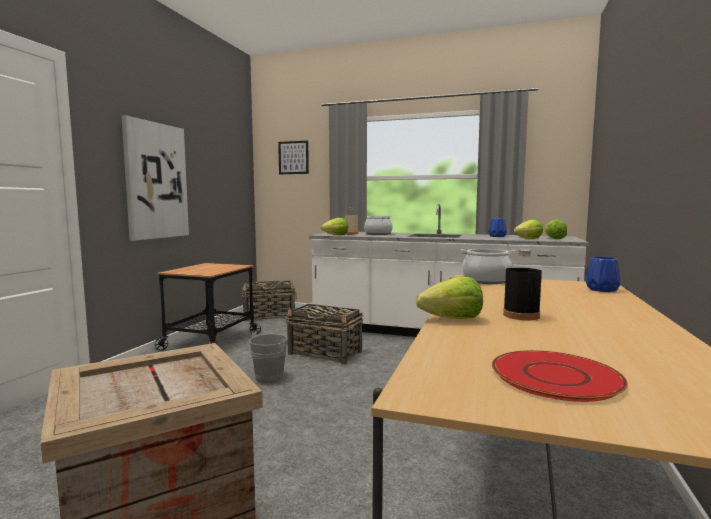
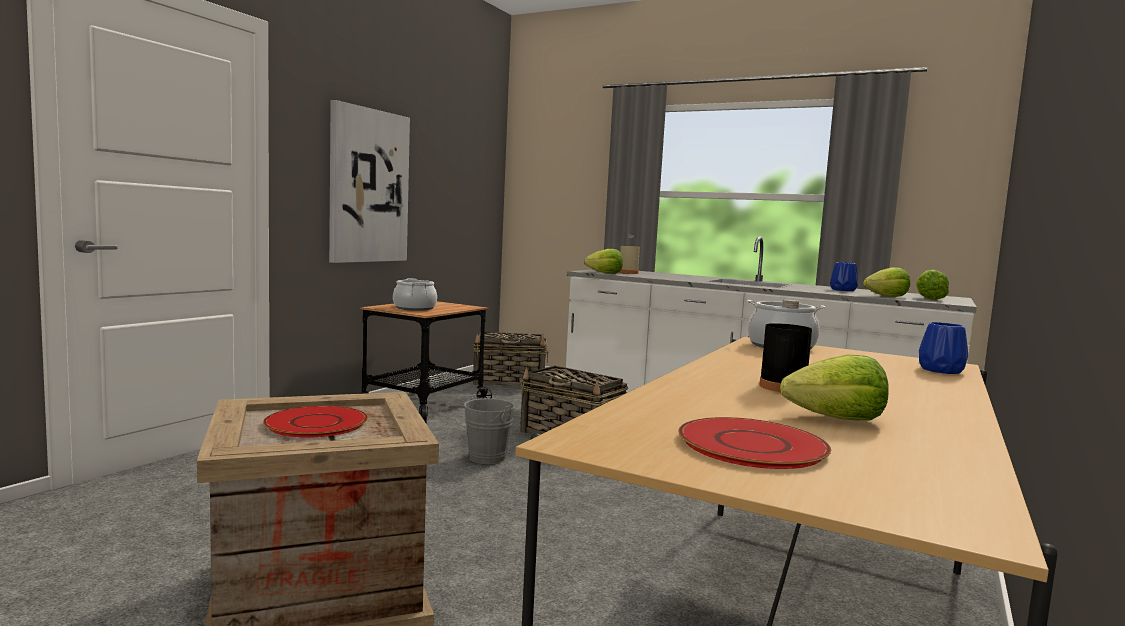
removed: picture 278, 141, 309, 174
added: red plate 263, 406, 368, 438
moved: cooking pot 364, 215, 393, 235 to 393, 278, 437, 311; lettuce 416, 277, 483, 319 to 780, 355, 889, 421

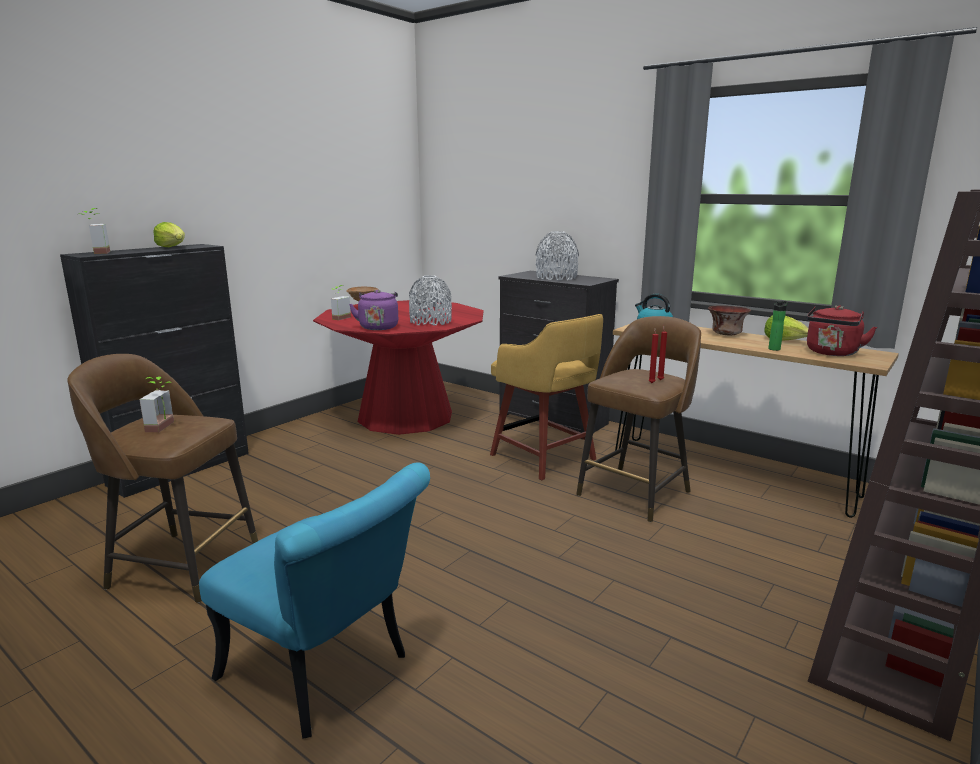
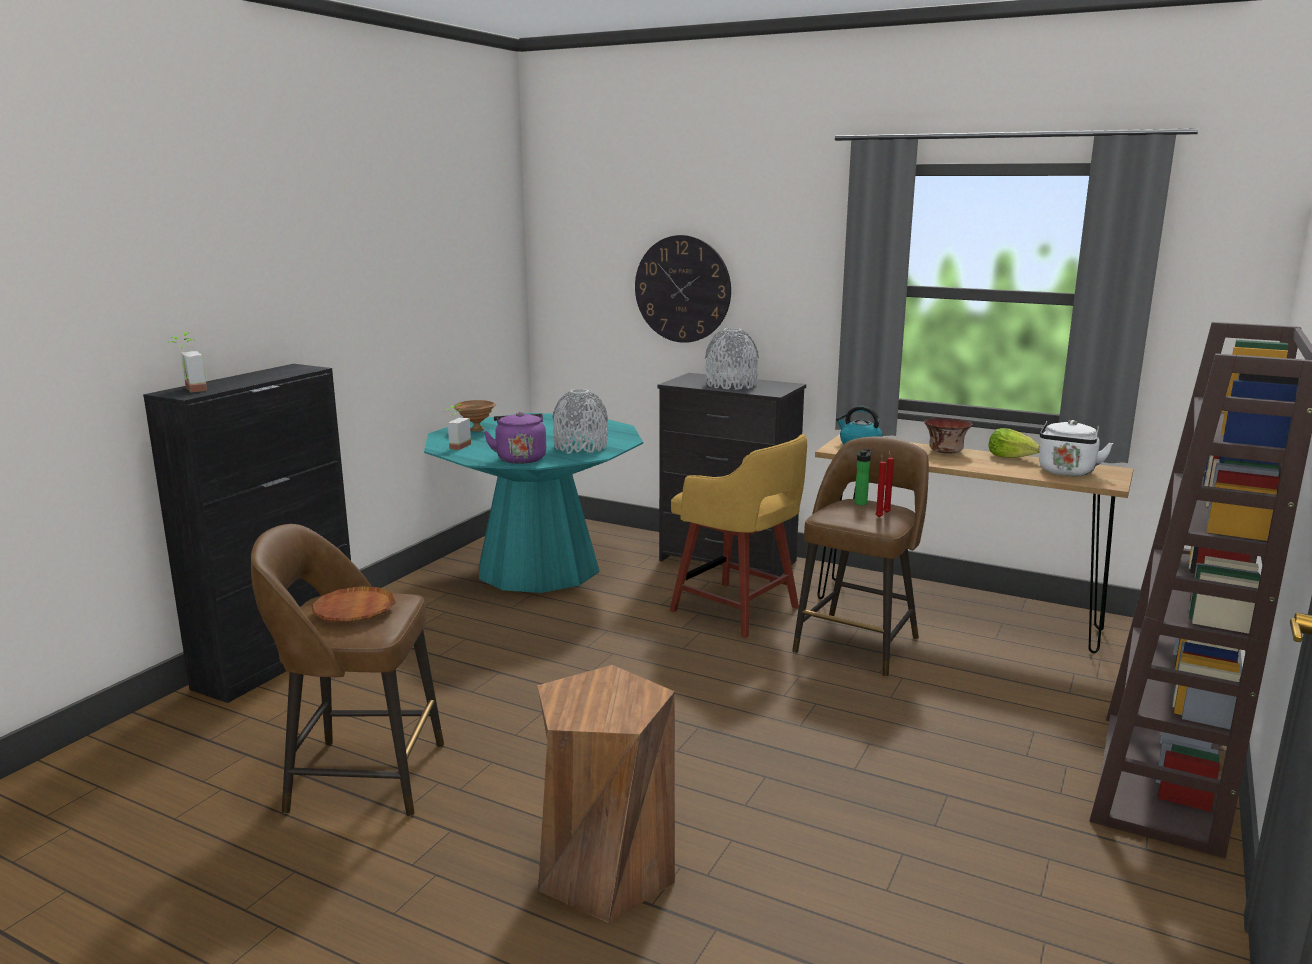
removed: lettuce 153, 222, 185, 247
added: wall clock 635, 235, 731, 343
moved: bottle 768, 301, 788, 351 to 854, 449, 872, 505
replaced: potted plant 139, 377, 174, 432 to brown plate 312, 586, 396, 622; turquoise chair 199, 463, 430, 739 to brown stool 537, 665, 675, 923
recoloured: red dining table 313, 300, 484, 435 to turquoise dining table 424, 413, 643, 593; red kettle 806, 305, 877, 356 to white kettle 1039, 420, 1113, 476

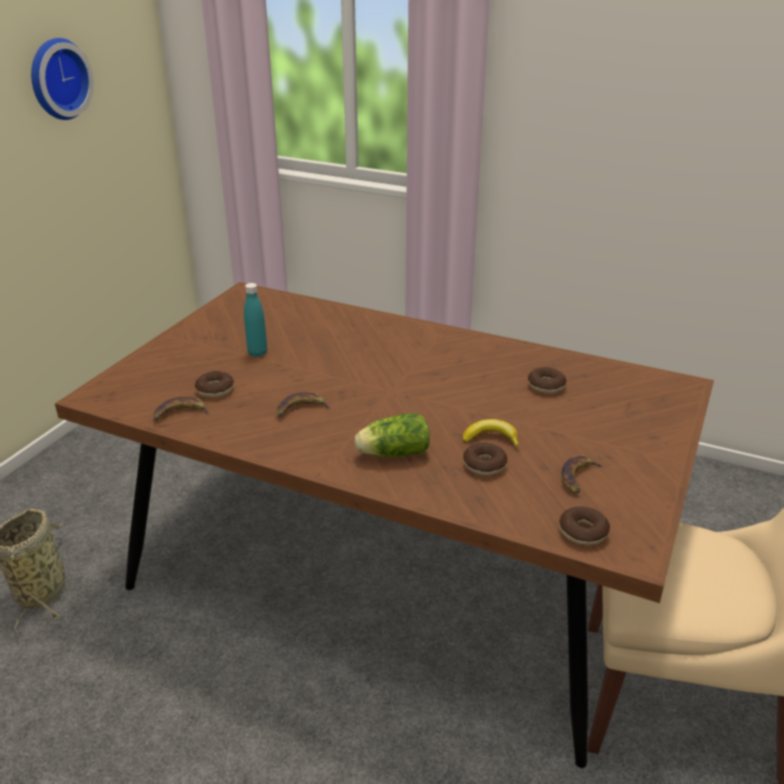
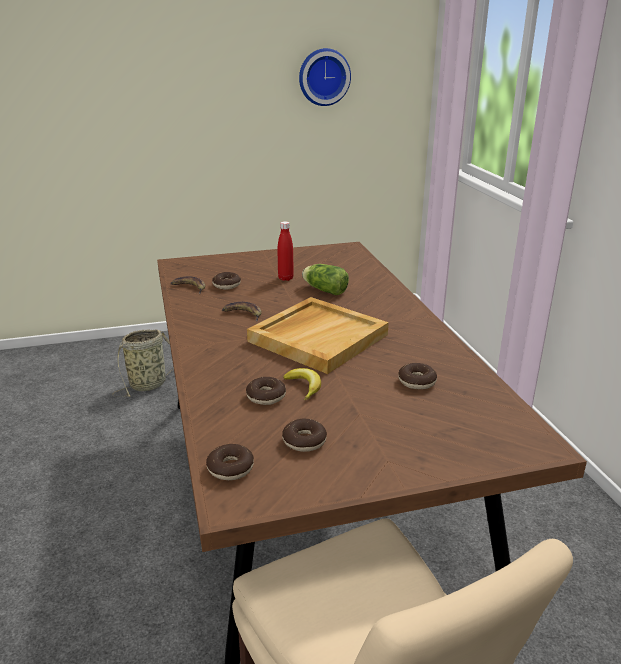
added: beige tray 247, 297, 389, 374
moved: lettuce 355, 413, 430, 457 to 302, 264, 349, 295
replaced: banana 561, 455, 604, 493 to donut 282, 419, 327, 452
recoloured: turquoise bottle 244, 283, 267, 357 to red bottle 278, 221, 294, 281

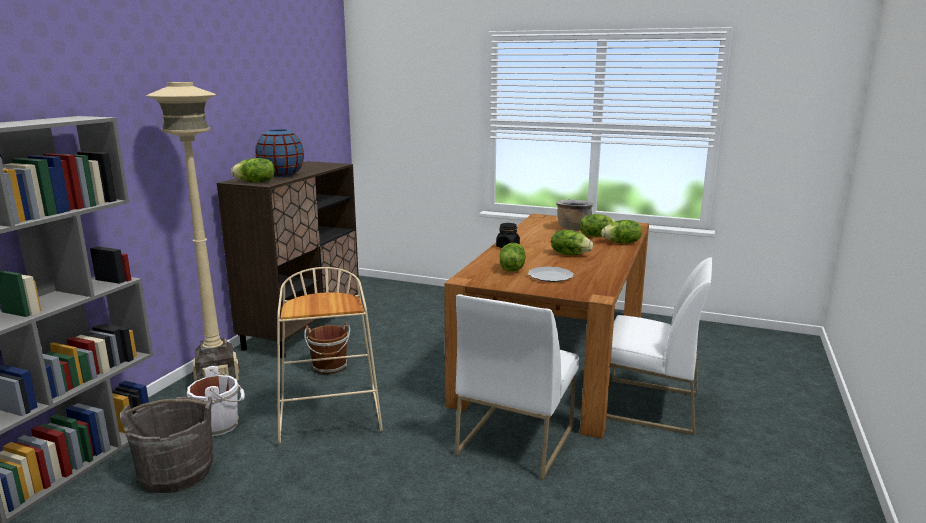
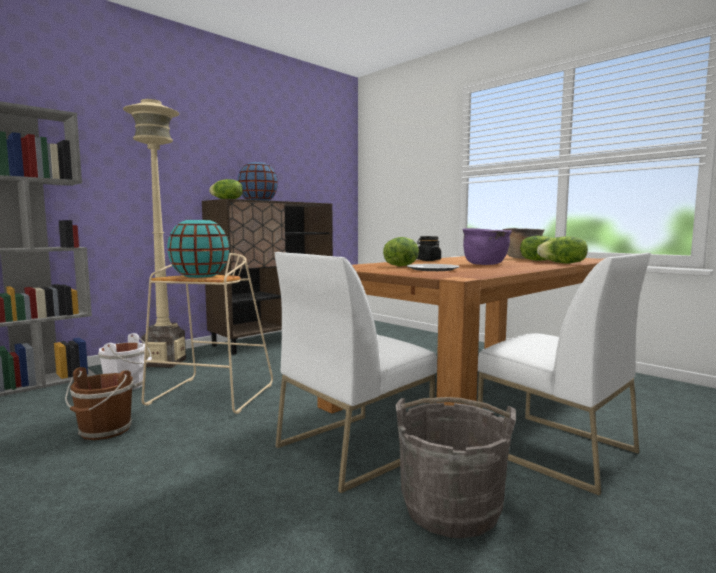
added: turquoise vase 167, 220, 230, 278
moved: grey bucket 120, 396, 214, 493 to 395, 397, 516, 538; brown bucket 304, 322, 350, 374 to 65, 367, 134, 440
replaced: lettuce 551, 230, 593, 255 to purple cooking pot 463, 228, 512, 265

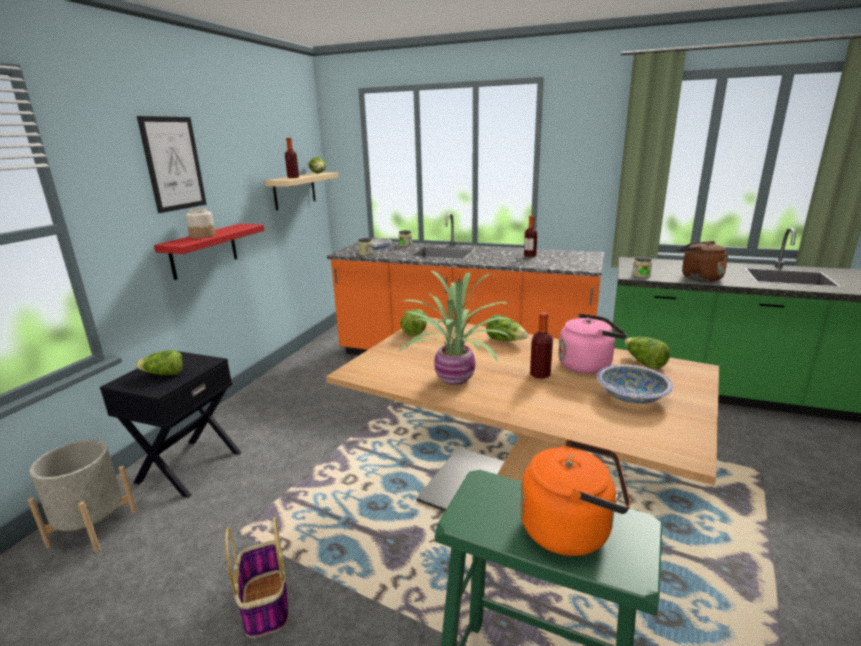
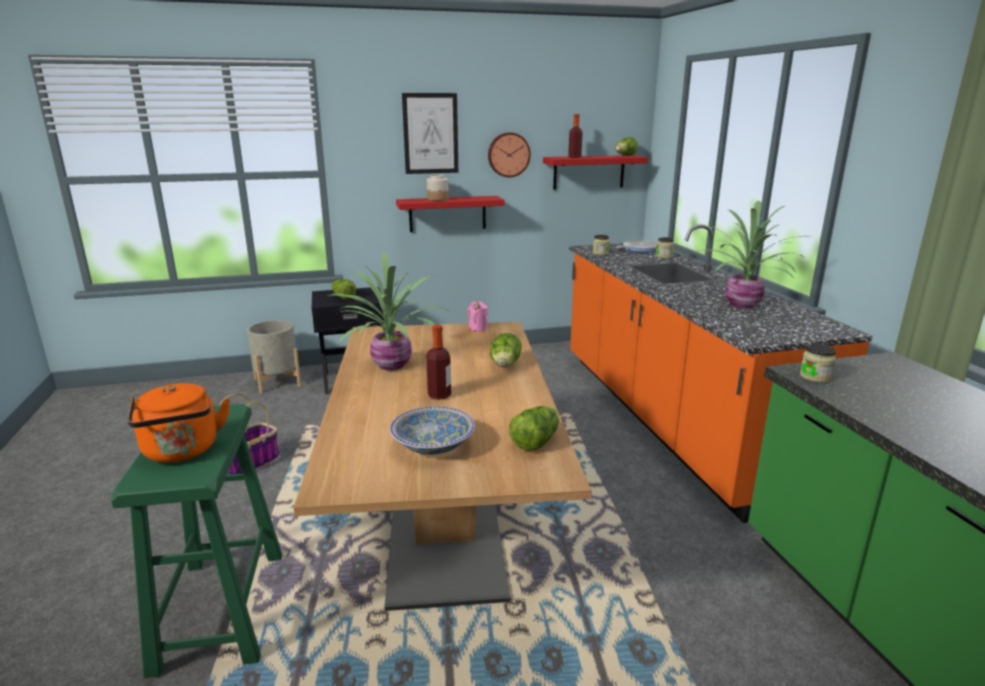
removed: pink kettle 558, 313, 627, 374; brown kettle 678, 241, 728, 282
added: wall clock 488, 132, 531, 177
replaced: lettuce 400, 309, 428, 336 to pink candle 468, 301, 488, 332; bottle 524, 216, 537, 257 to potted plant 697, 201, 810, 309
recoloured: beige shelf 265, 173, 338, 210 to red shelf 543, 155, 648, 190

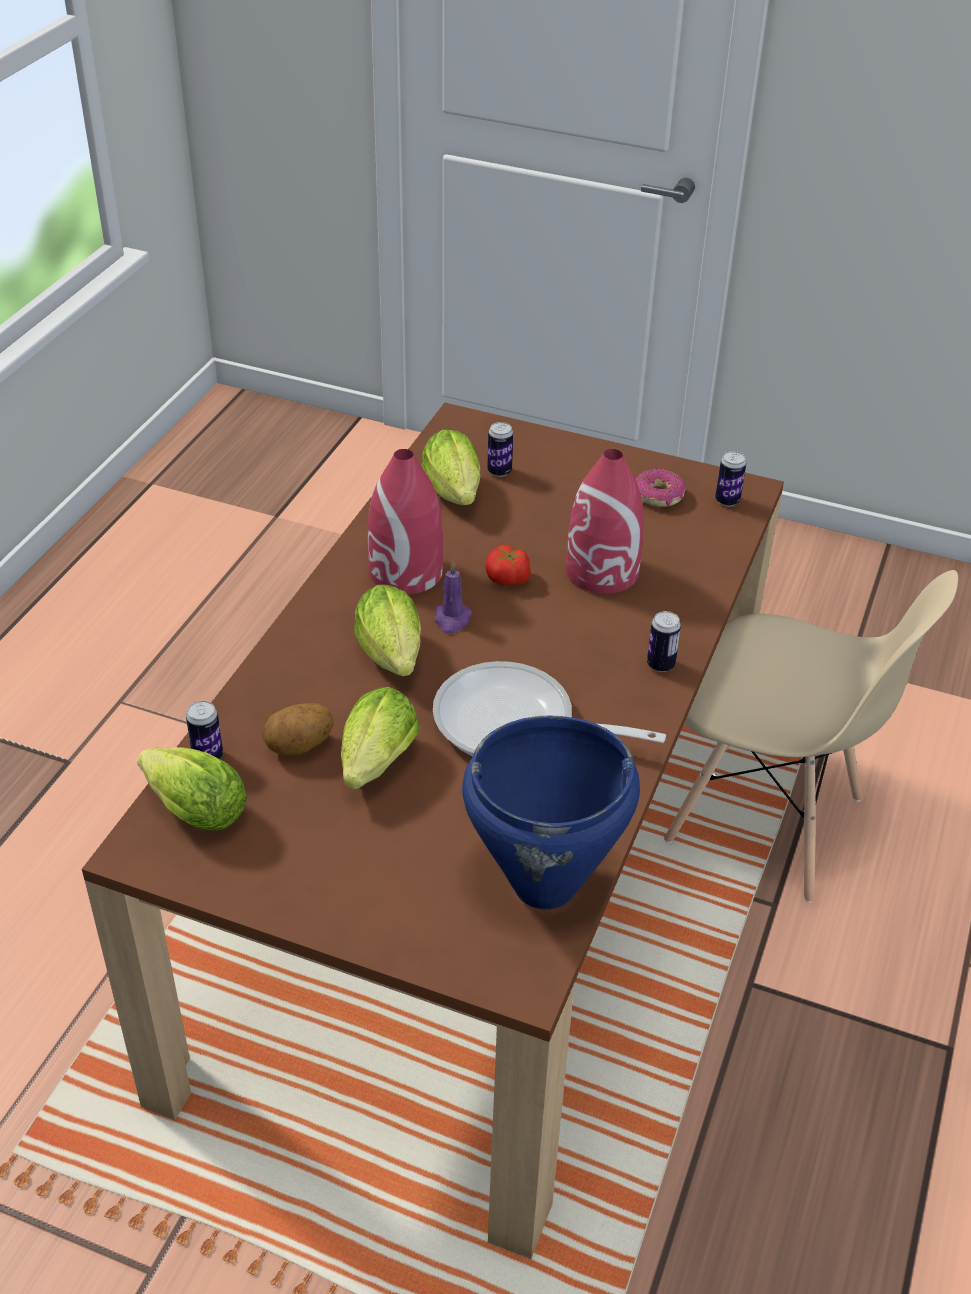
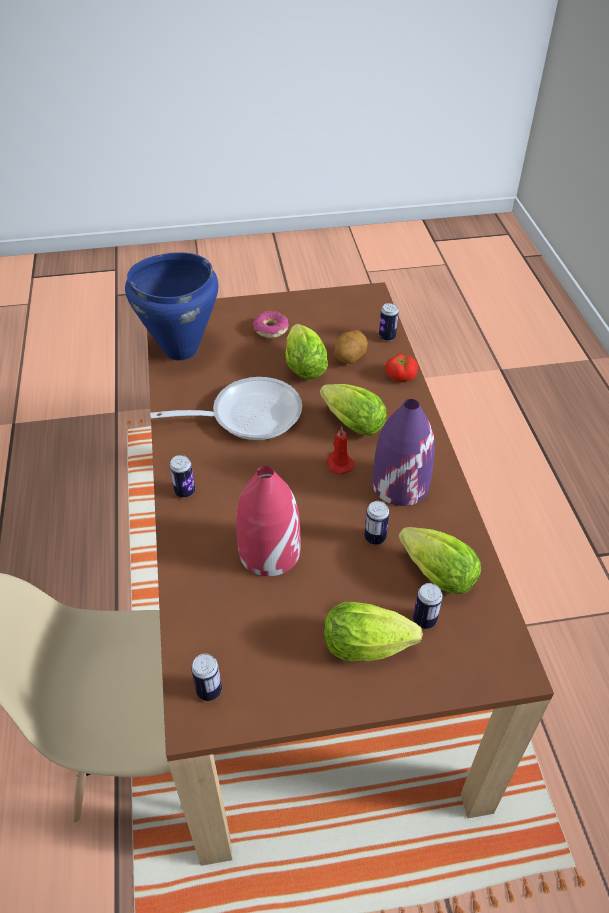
added: can 364, 501, 390, 545
moved: lettuce 137, 747, 247, 830 to 324, 602, 423, 661; tomato 485, 544, 531, 585 to 385, 354, 418, 381; donut 635, 468, 687, 507 to 253, 311, 289, 338
recoloured: red vase 368, 449, 443, 594 to purple vase 372, 399, 435, 506; purple candle 435, 562, 472, 634 to red candle 326, 426, 355, 475

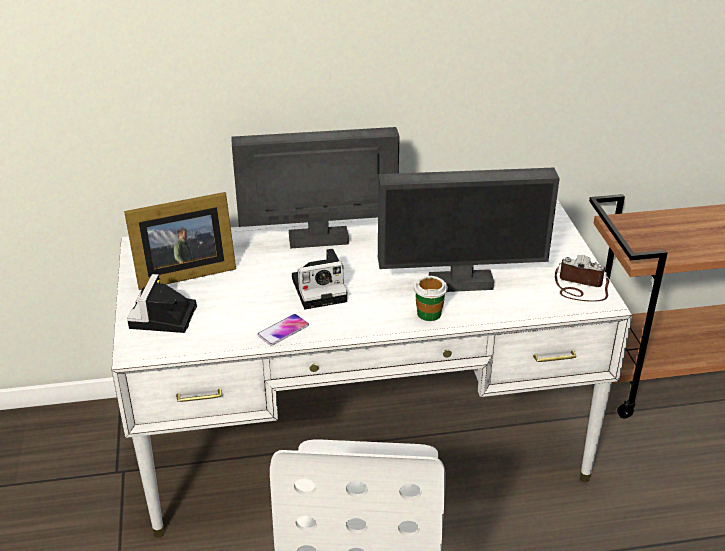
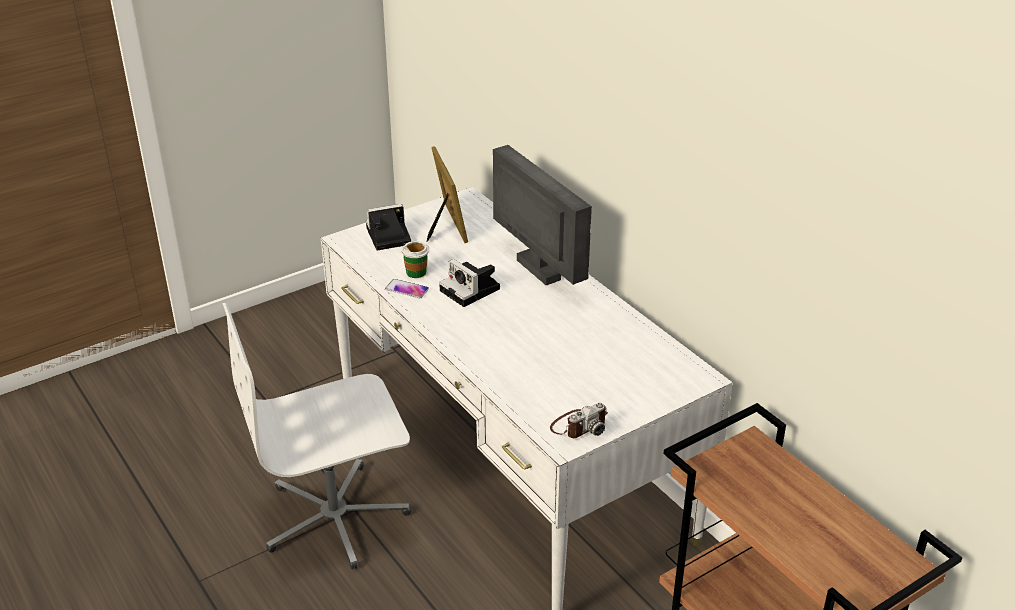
removed: monitor 378, 168, 560, 292
moved: cup 414, 276, 448, 321 to 401, 241, 429, 278
turned: picture frame 124, 192, 236, 290 = 427, 146, 468, 243 150 degrees counterclockwise; photo camera 555, 255, 609, 302 = 550, 402, 608, 438 60 degrees clockwise

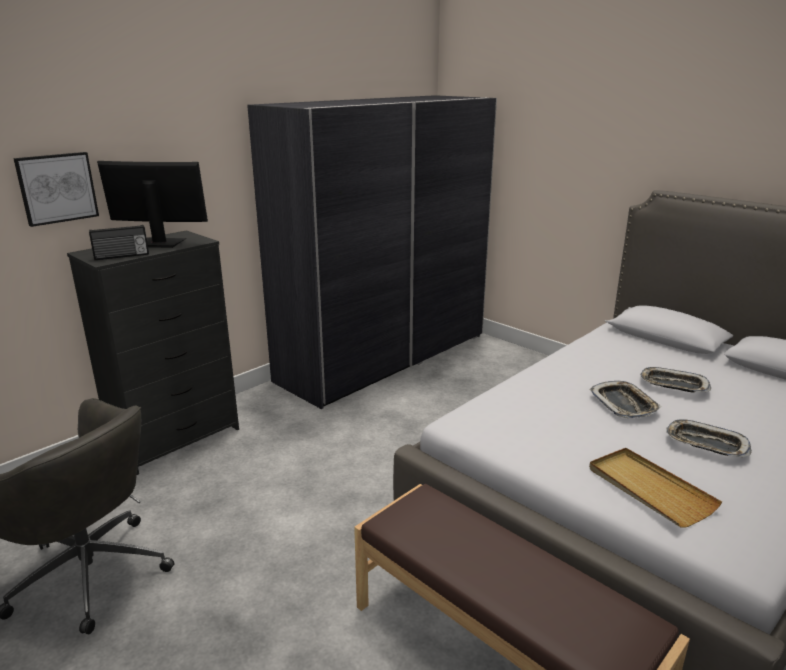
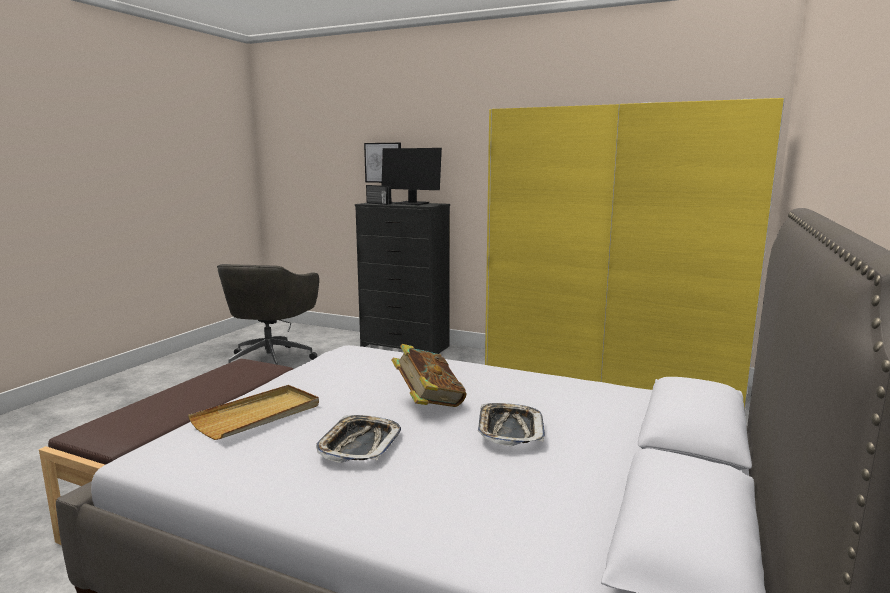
replaced: tray 589, 381, 661, 418 to book 392, 344, 467, 407
recoloured: grey wardrobe 247, 95, 497, 409 to yellow wardrobe 485, 98, 785, 410
turned: monitor 97, 161, 208, 248 = 381, 148, 442, 205 135 degrees clockwise

